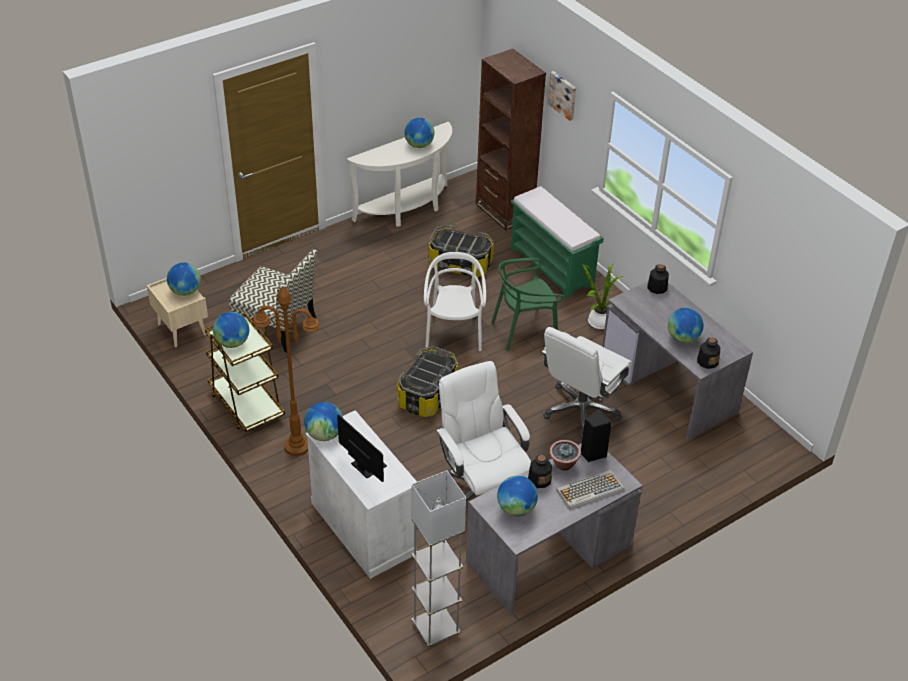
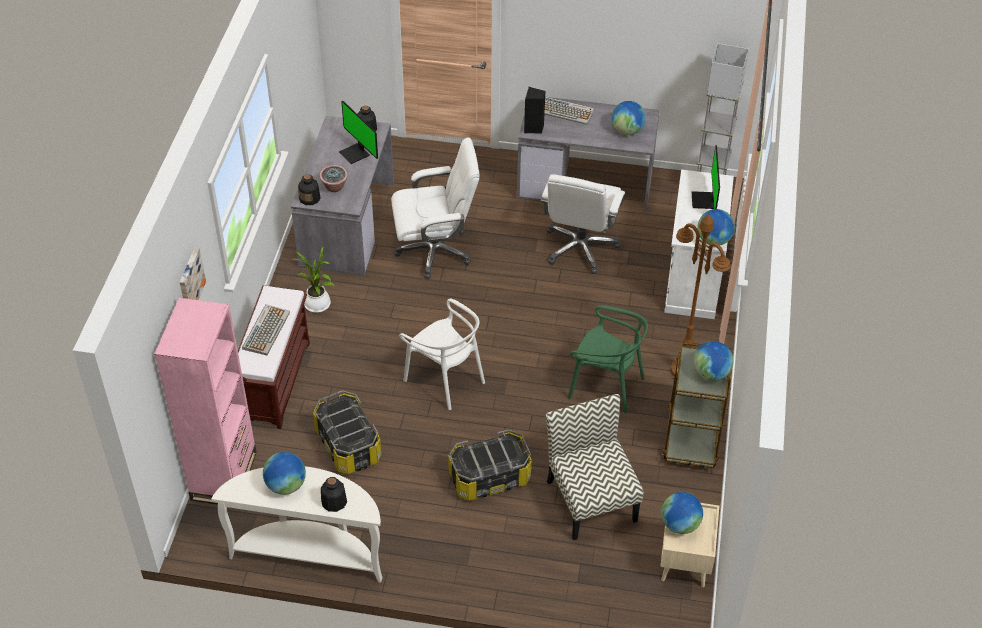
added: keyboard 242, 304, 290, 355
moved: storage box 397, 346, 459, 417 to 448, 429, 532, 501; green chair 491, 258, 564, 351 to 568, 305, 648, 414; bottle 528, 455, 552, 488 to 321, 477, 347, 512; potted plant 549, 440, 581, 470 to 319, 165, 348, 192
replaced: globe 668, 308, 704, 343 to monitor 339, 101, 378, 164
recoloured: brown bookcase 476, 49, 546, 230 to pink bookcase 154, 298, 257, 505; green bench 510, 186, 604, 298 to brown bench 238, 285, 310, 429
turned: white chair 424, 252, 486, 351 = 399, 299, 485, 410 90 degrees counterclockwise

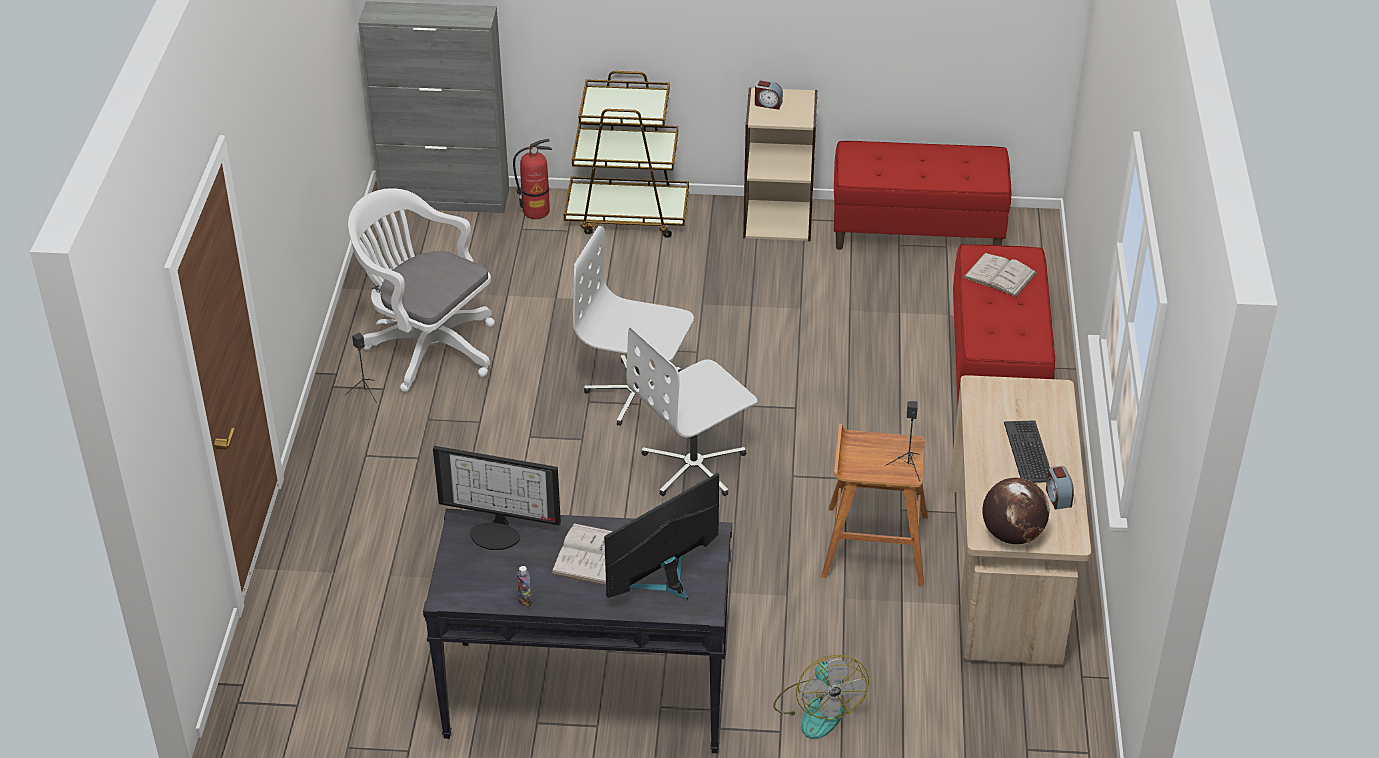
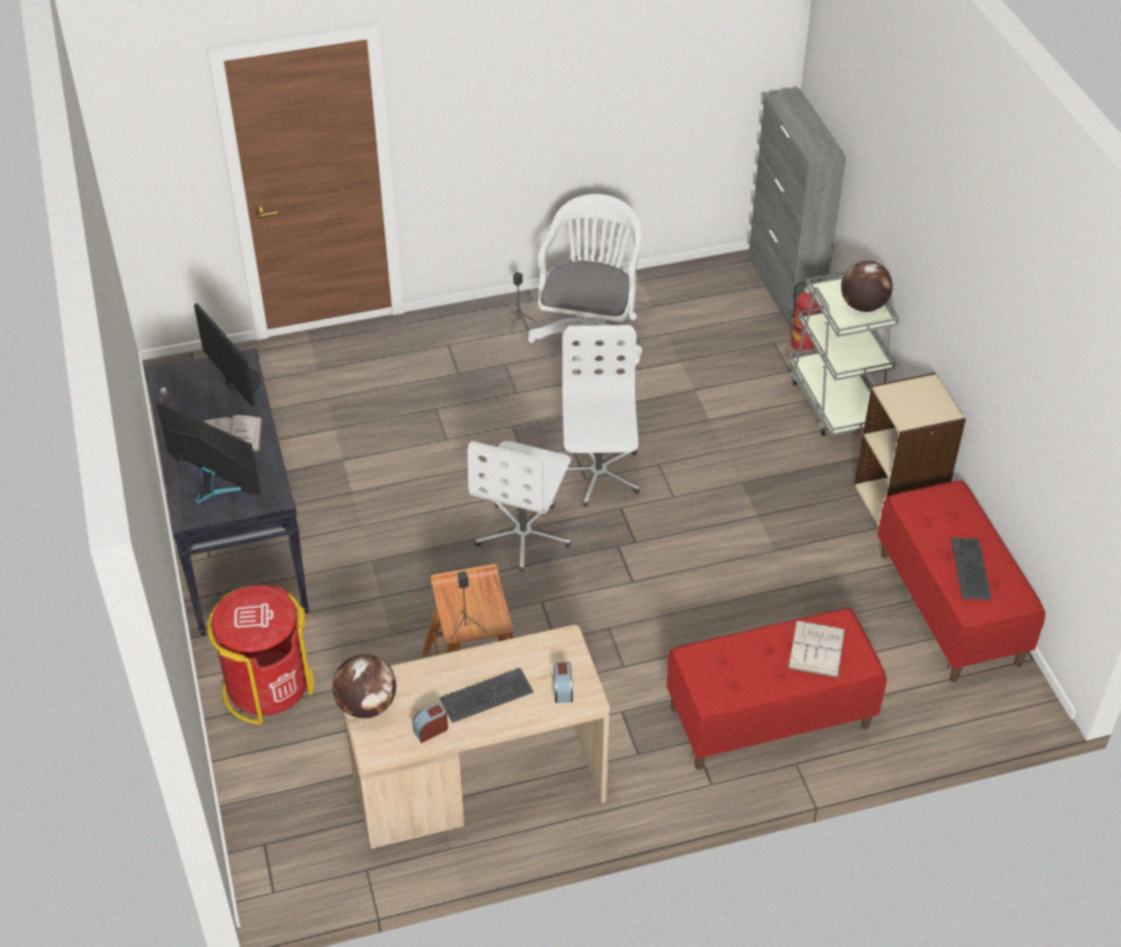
added: globe 841, 261, 893, 312; keyboard 951, 538, 992, 600
moved: alarm clock 755, 80, 783, 110 to 553, 661, 573, 703
replaced: fan 773, 655, 869, 739 to red trash can 207, 584, 314, 725
recoloured: brown cart 564, 71, 689, 238 to grey cart 788, 271, 900, 436
turned: monitor 433, 446, 561, 550 = 194, 303, 260, 406 150 degrees clockwise; white office chair 627, 327, 757, 496 = 468, 441, 571, 571 105 degrees counterclockwise

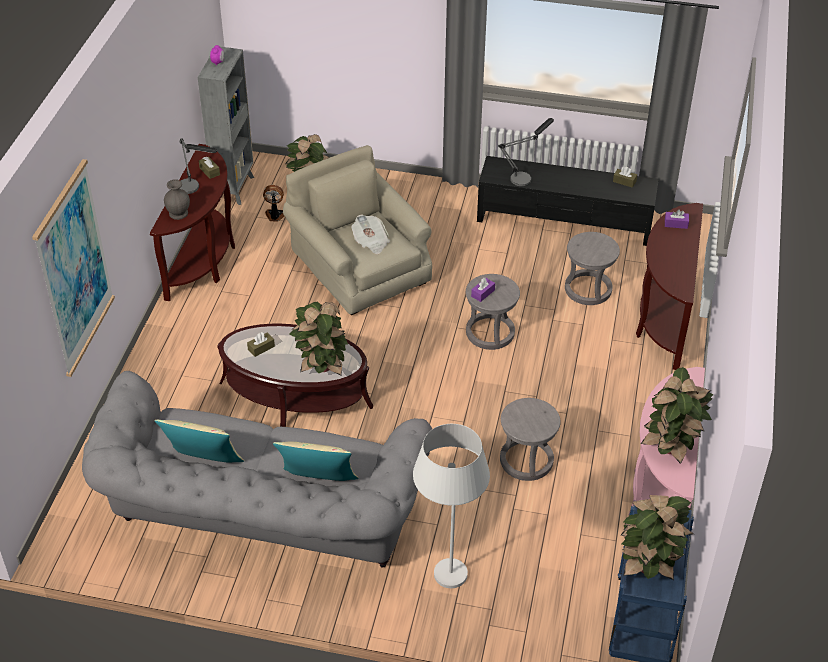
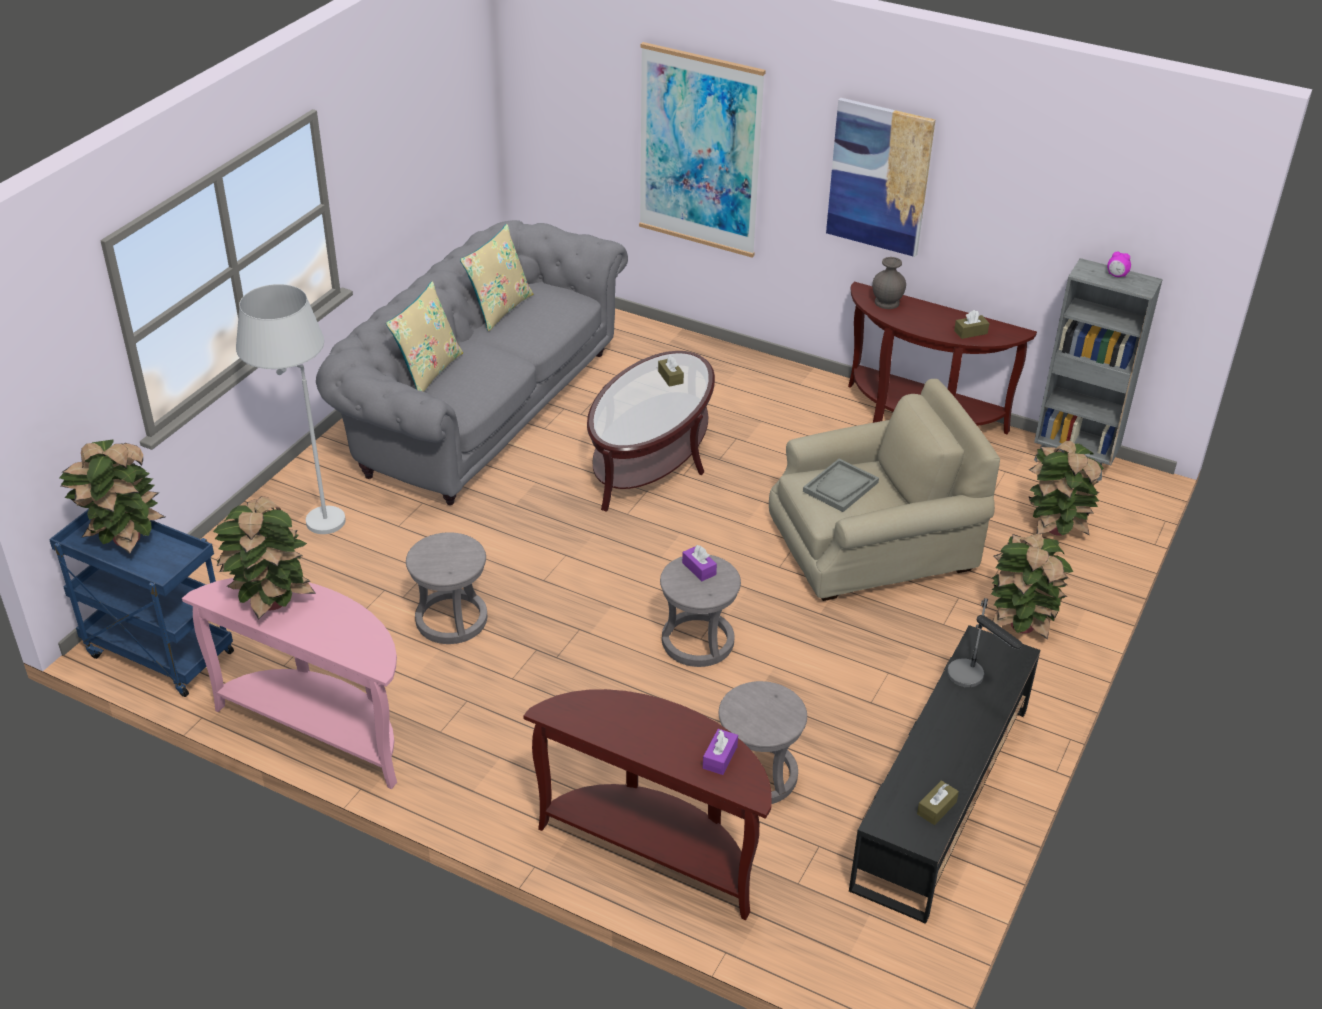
removed: table lamp 179, 138, 217, 194; fan 263, 185, 284, 222
added: picture 826, 98, 935, 257
moved: potted plant 290, 302, 348, 376 to 991, 534, 1073, 640
replaced: newspaper 351, 214, 390, 254 to grey tray 803, 459, 879, 512

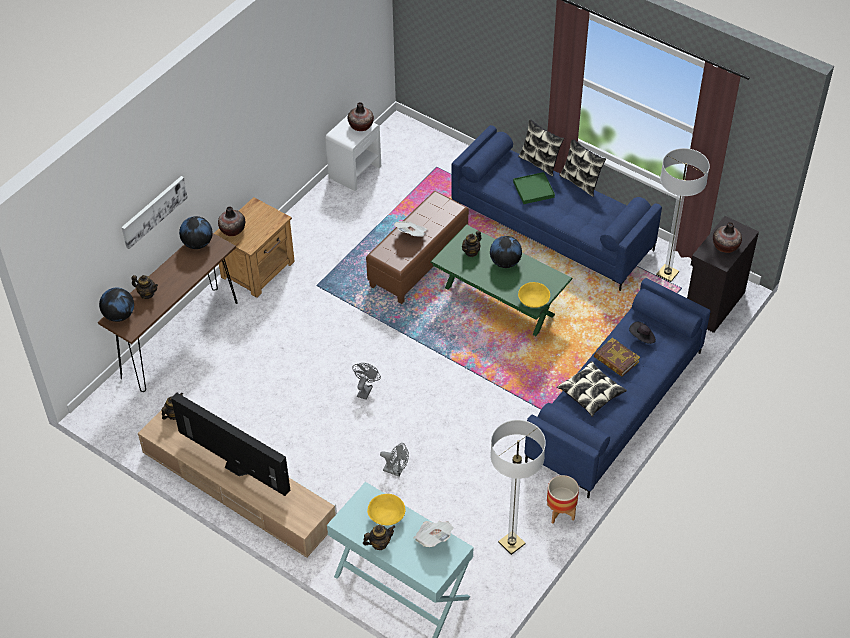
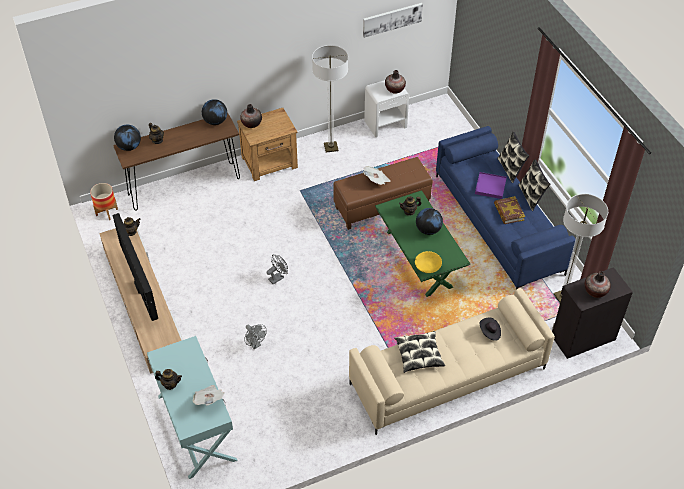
removed: yellow bowl 367, 494, 405, 526
moved: picture 122, 176, 188, 249 to 363, 3, 423, 38; floor lamp 490, 420, 546, 555 to 312, 45, 348, 153; planter 547, 475, 579, 523 to 90, 183, 118, 220; book 594, 338, 640, 377 to 494, 196, 525, 224
recoloured: green tray 513, 172, 555, 204 to purple tray 475, 172, 507, 199; blue sofa 524, 278, 710, 499 to beige sofa 349, 288, 555, 435

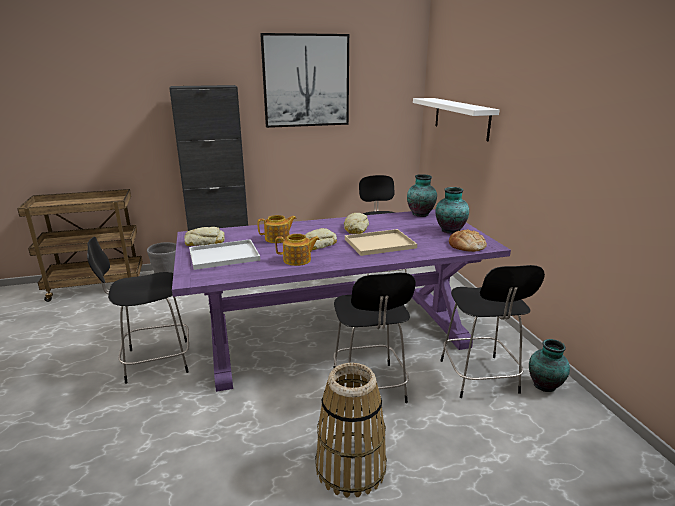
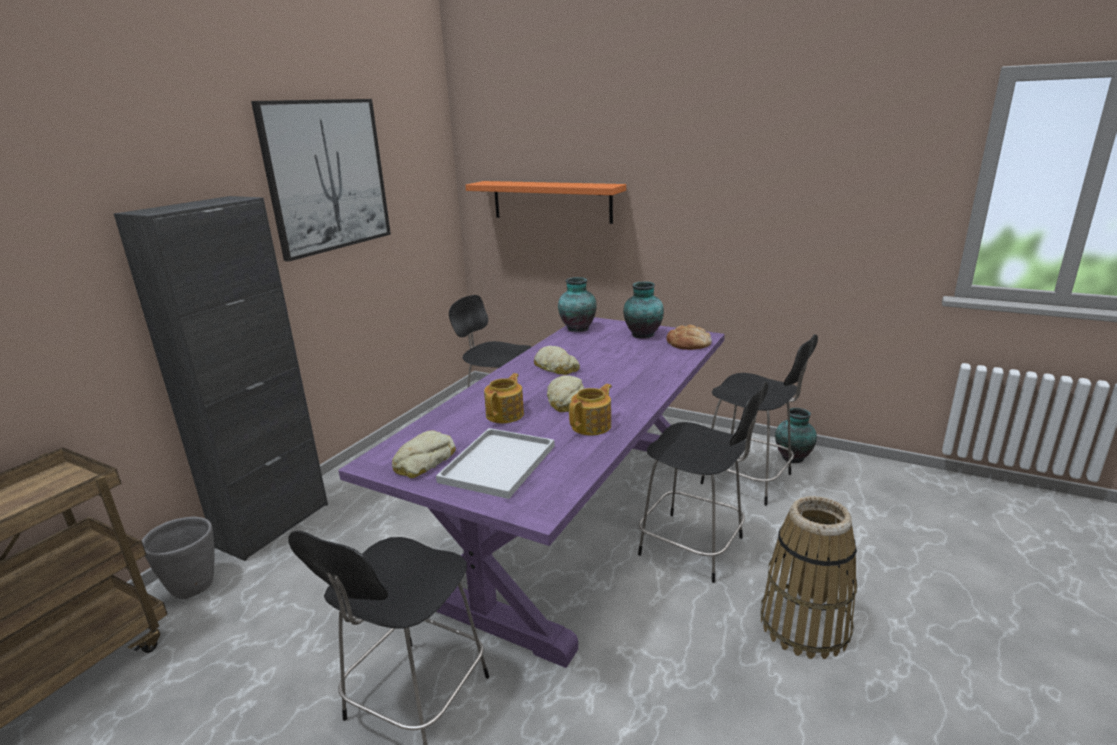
removed: beige tray 345, 229, 417, 256
recoloured: white shelf 413, 98, 499, 141 to orange shelf 465, 181, 626, 224

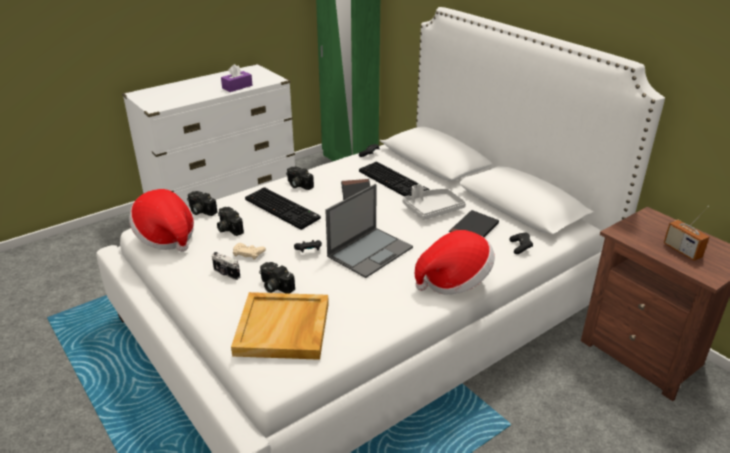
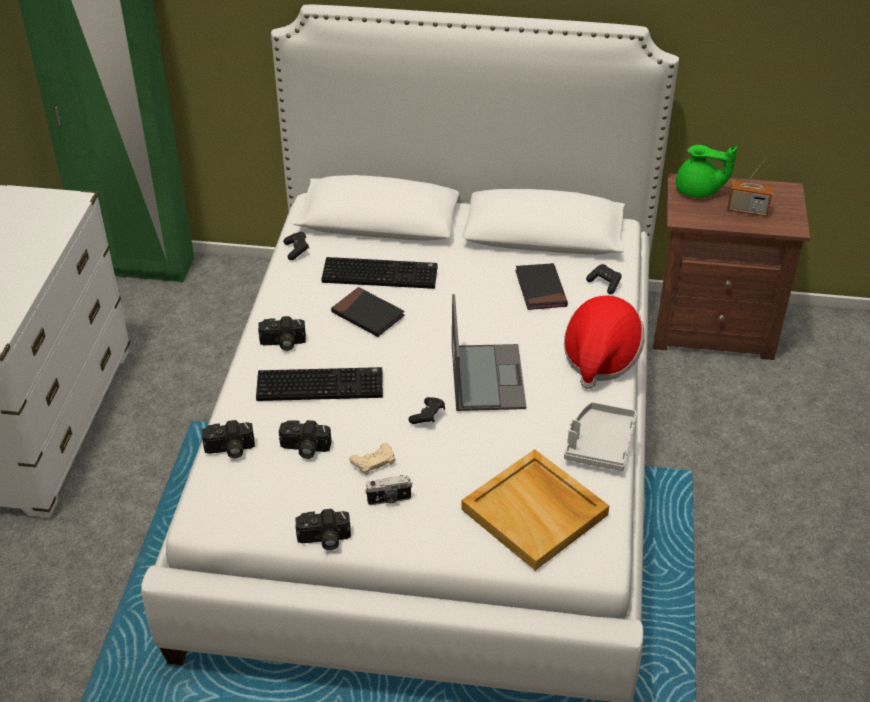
removed: hat 129, 189, 194, 252; purple tissue box 221, 64, 252, 92
added: green teapot 676, 145, 737, 198
moved: photo camera 259, 262, 295, 294 to 295, 509, 351, 550; grey tray 402, 184, 466, 220 to 564, 402, 637, 471

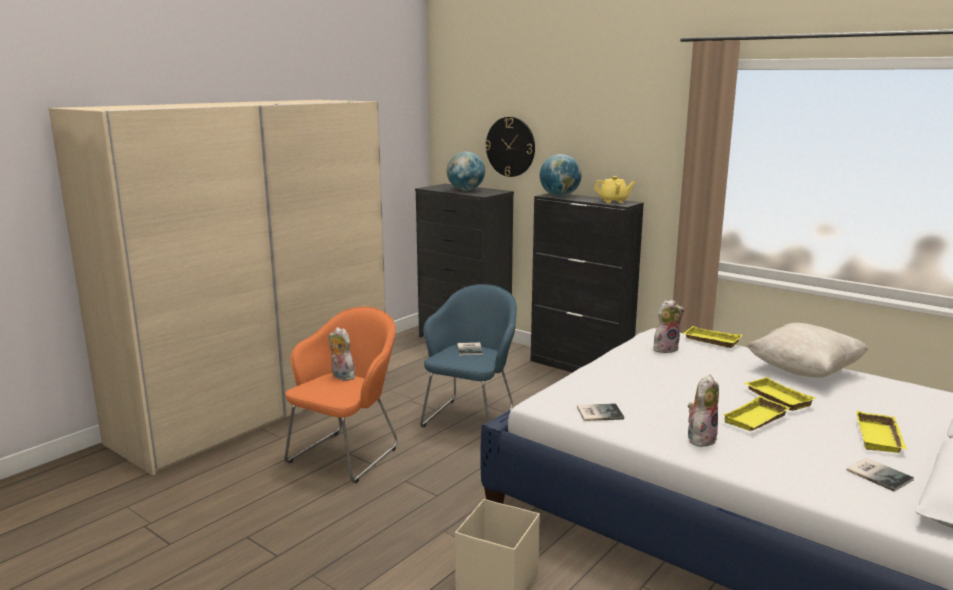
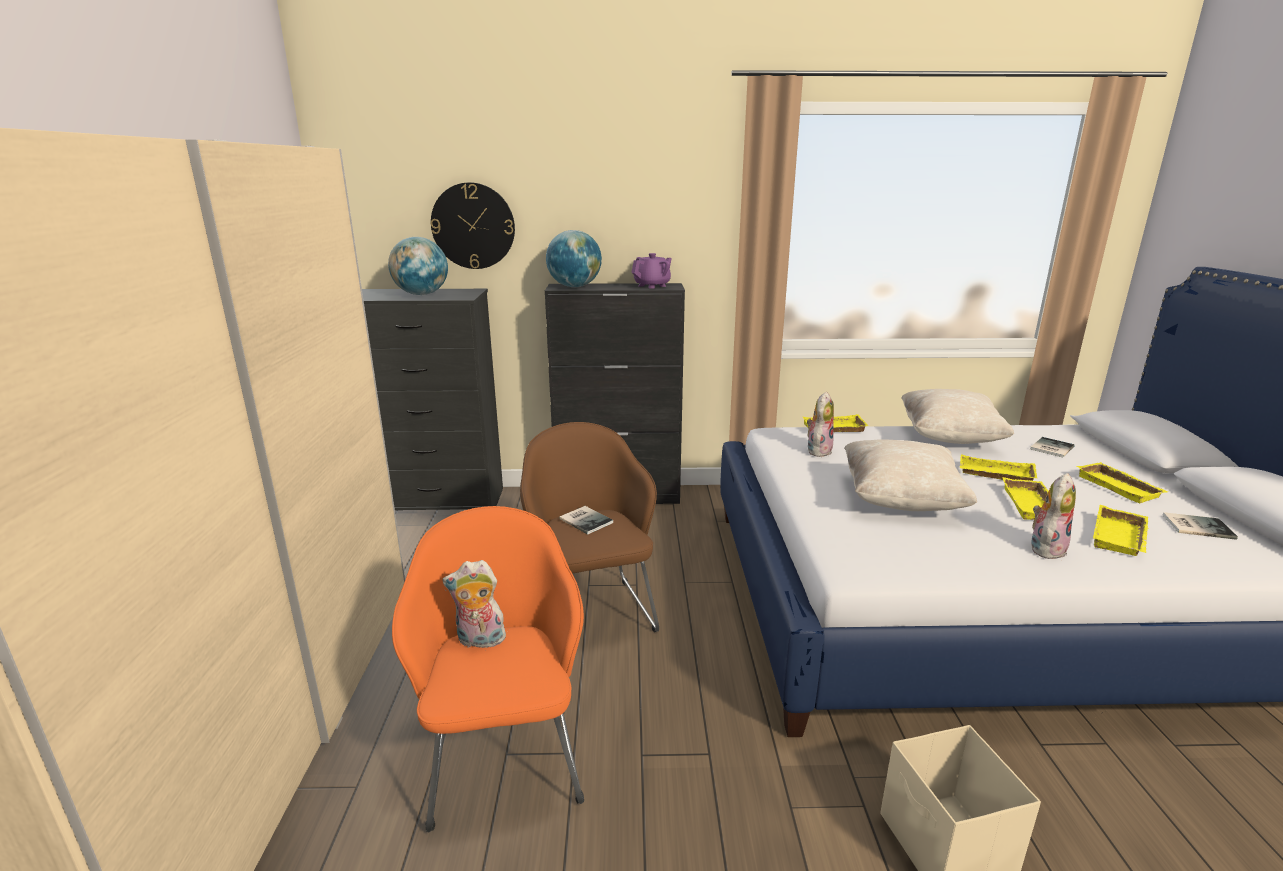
added: beige pillow 844, 439, 977, 511; yellow tray 1093, 505, 1148, 556
moved: book 577, 403, 624, 421 to 1030, 437, 1075, 458
recoloured: blue armchair 420, 284, 517, 427 to brown armchair 520, 422, 659, 632; yellow teapot 594, 176, 635, 203 to purple teapot 631, 253, 672, 289
turned: plush toy 688, 374, 719, 447 = 1031, 473, 1076, 559 45 degrees clockwise

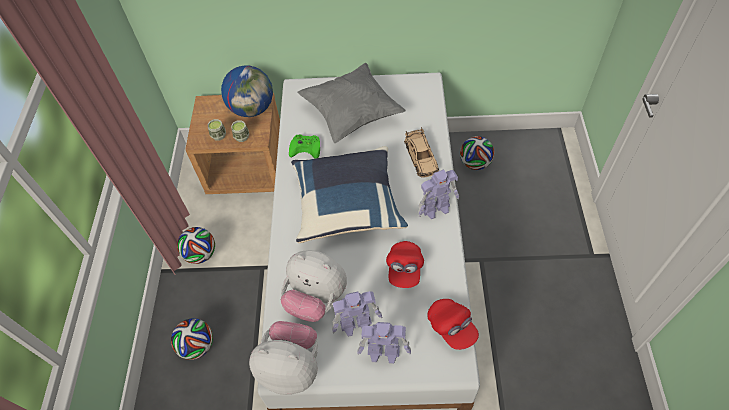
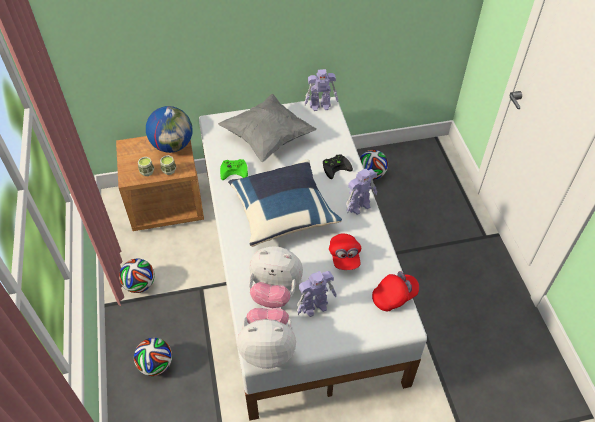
moved: toy robot 357, 322, 411, 364 to 305, 69, 338, 111
replaced: beige toy car 404, 127, 439, 178 to black game controller 323, 154, 353, 179
turned: red cap 428, 299, 479, 350 = 372, 271, 419, 311 75 degrees counterclockwise

